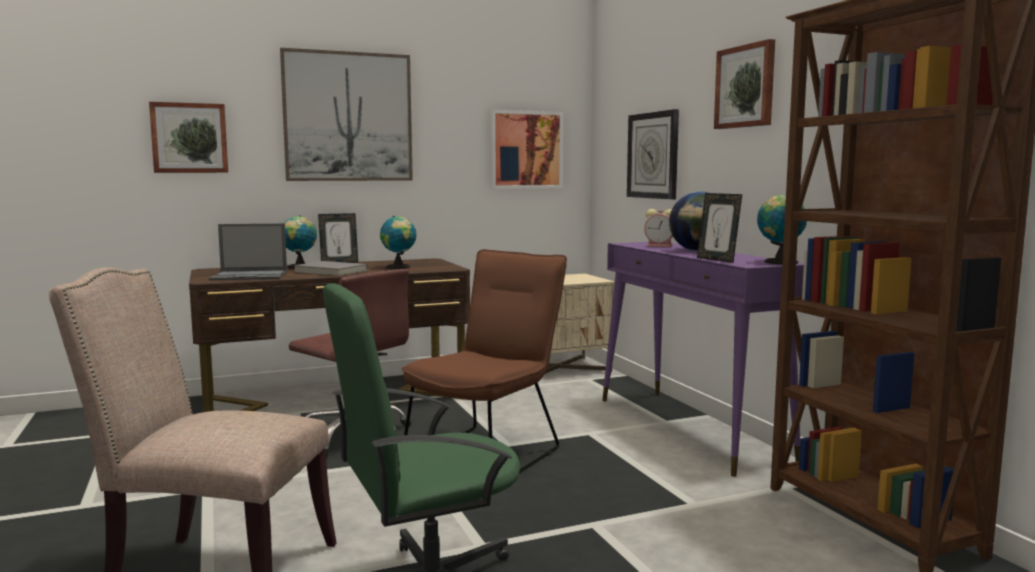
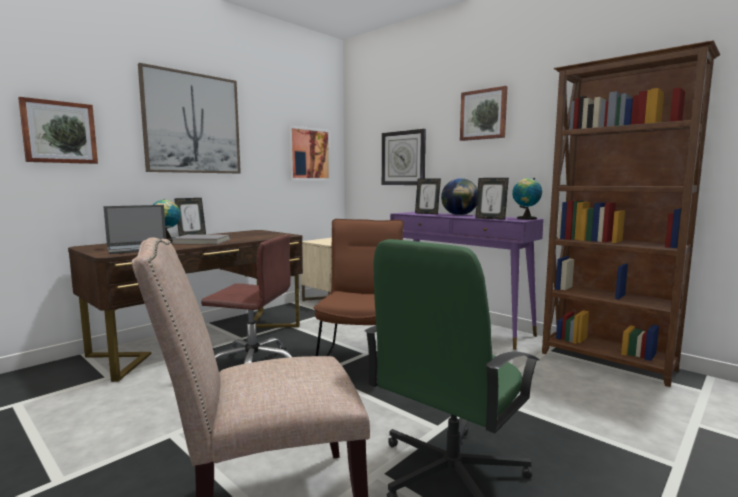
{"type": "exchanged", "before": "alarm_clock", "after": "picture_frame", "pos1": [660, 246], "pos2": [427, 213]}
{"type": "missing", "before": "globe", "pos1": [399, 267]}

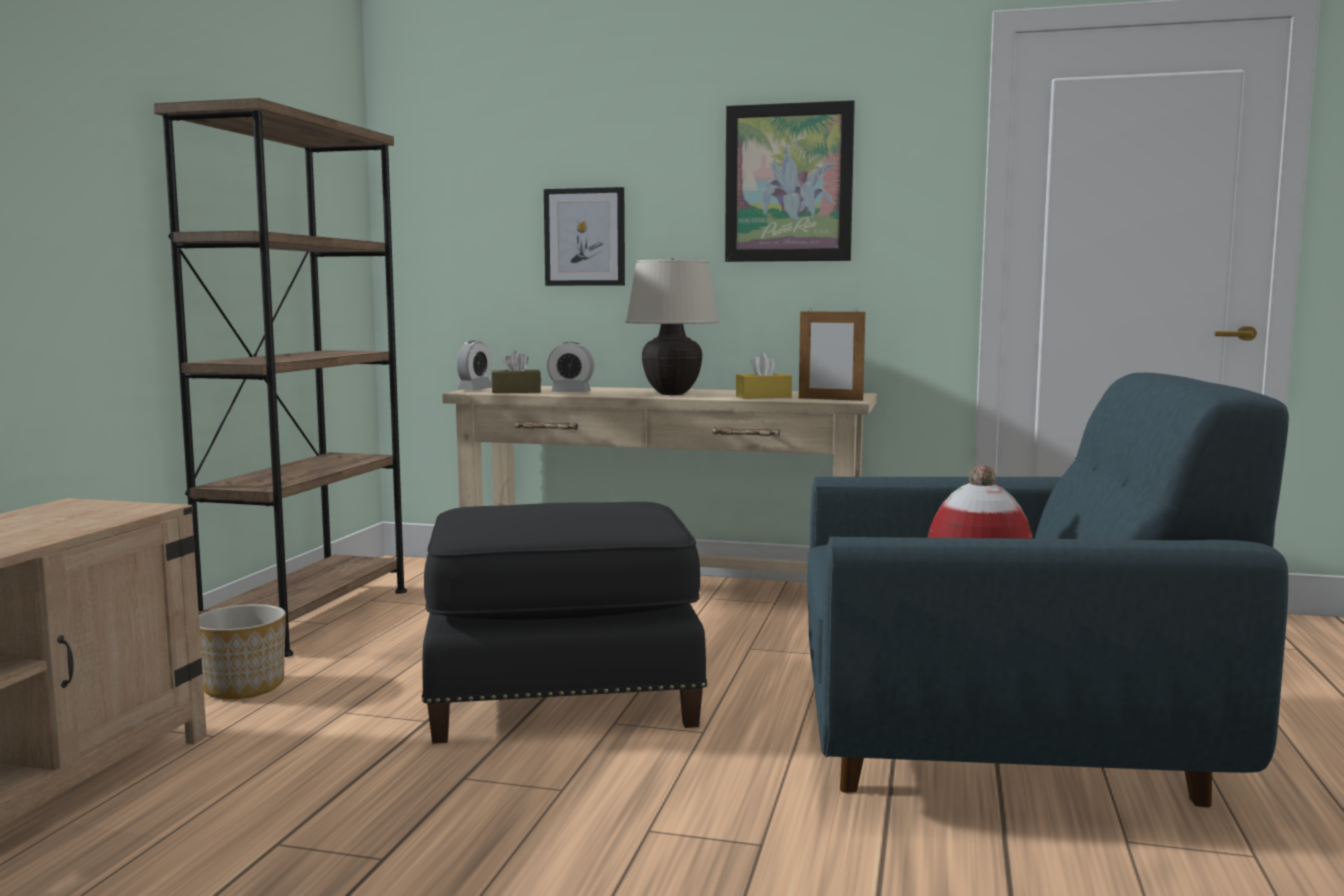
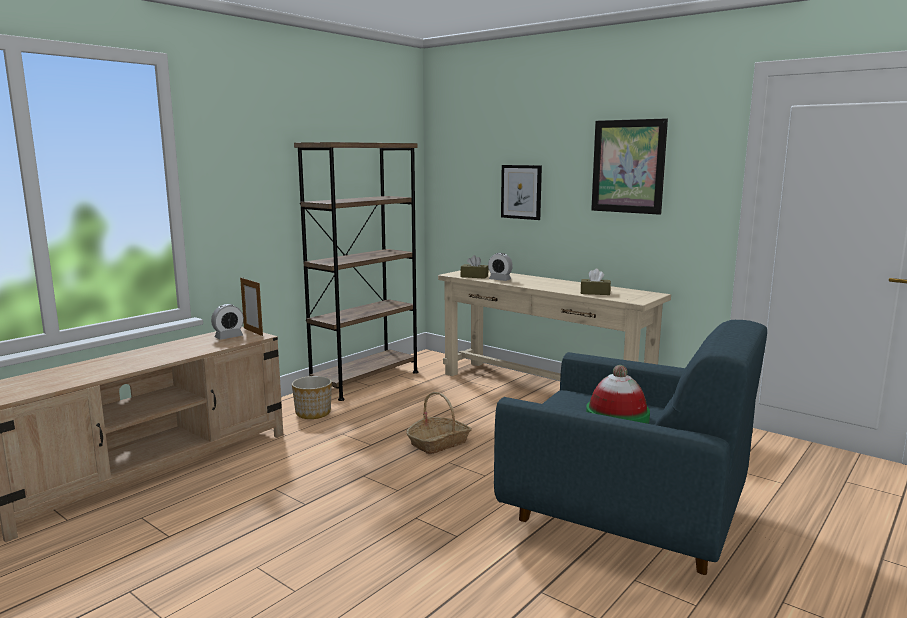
{"type": "relocated", "before": "alarm_clock", "pos1": [474, 390], "pos2": [229, 337]}
{"type": "relocated", "before": "picture_frame", "pos1": [830, 399], "pos2": [253, 332]}
{"type": "exchanged", "before": "black_ottoman", "after": "basket", "pos1": [562, 695], "pos2": [439, 443]}
{"type": "colour", "before": "yellow_tissue_box", "after": "brown_tissue_box", "pos1": [763, 397], "pos2": [595, 293]}
{"type": "missing", "before": "beige_table_lamp", "pos1": [672, 394]}

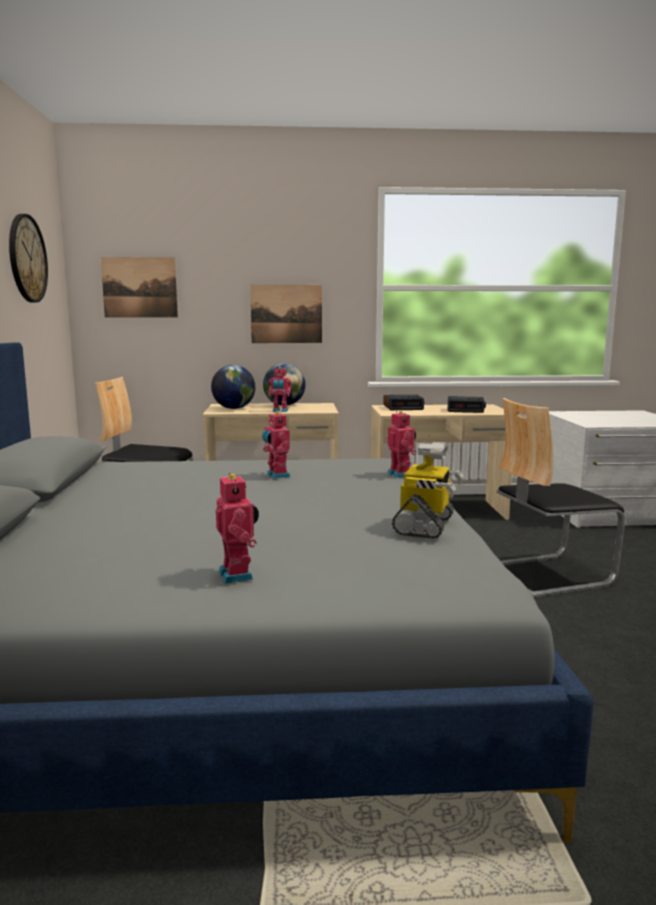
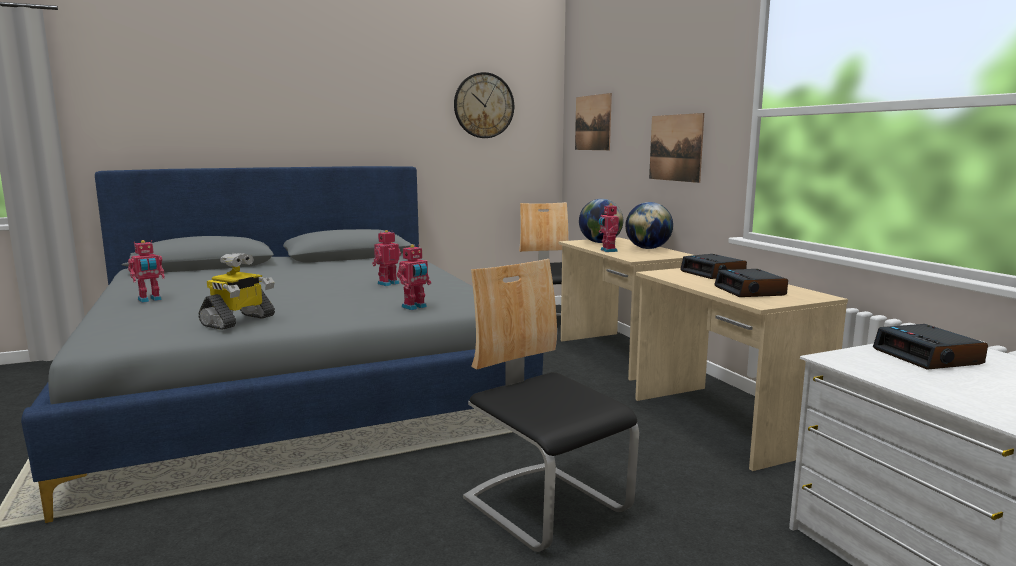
{"type": "spun", "before": "toy_robot", "pos1": [425, 525], "pos2": [239, 321], "turn": -60}
{"type": "appeared", "after": "alarm_clock", "pos2": [928, 357]}

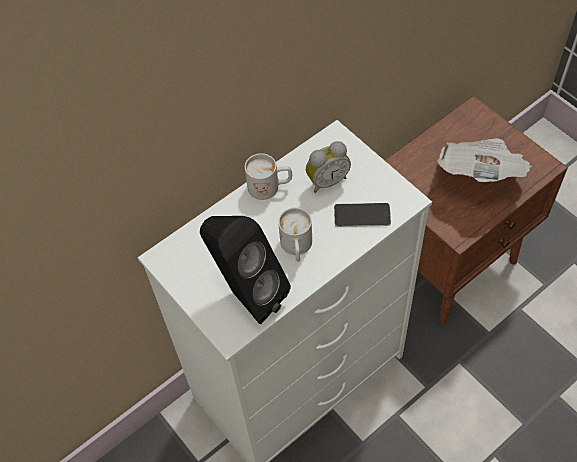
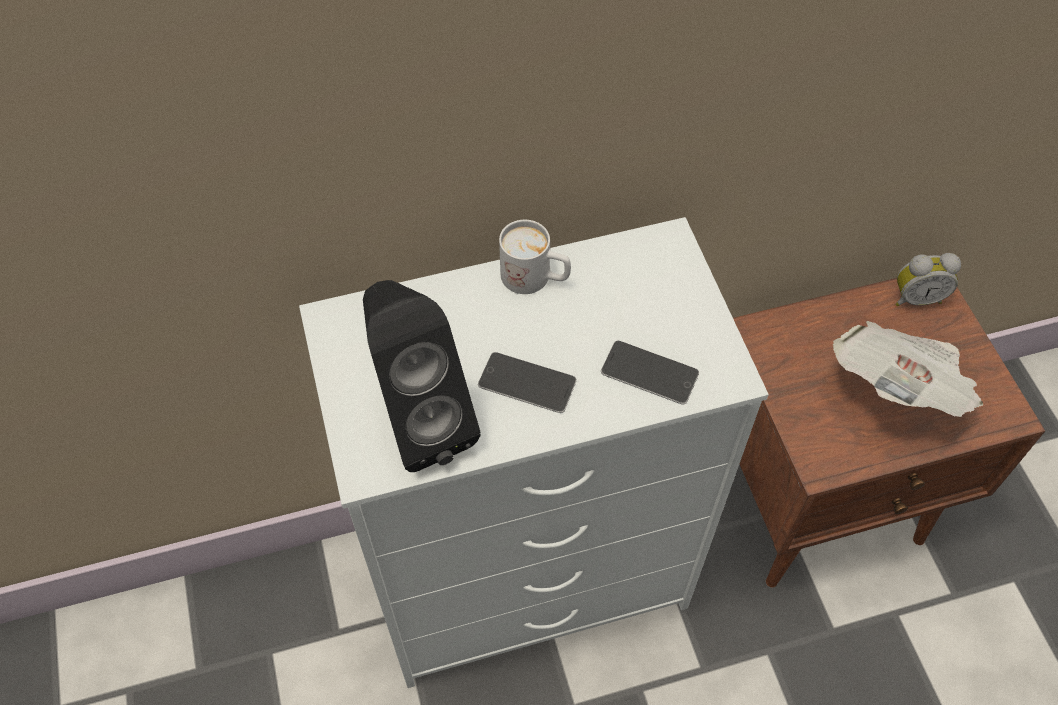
{"type": "exchanged", "before": "white_mug", "after": "phone", "pos1": [296, 248], "pos2": [527, 382]}
{"type": "relocated", "before": "alarm_clock", "pos1": [326, 180], "pos2": [916, 297]}

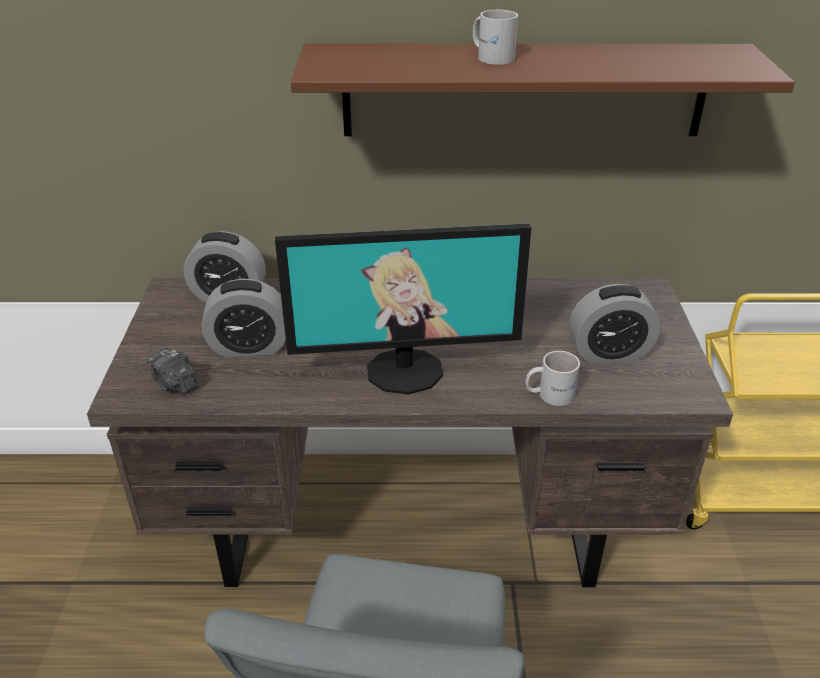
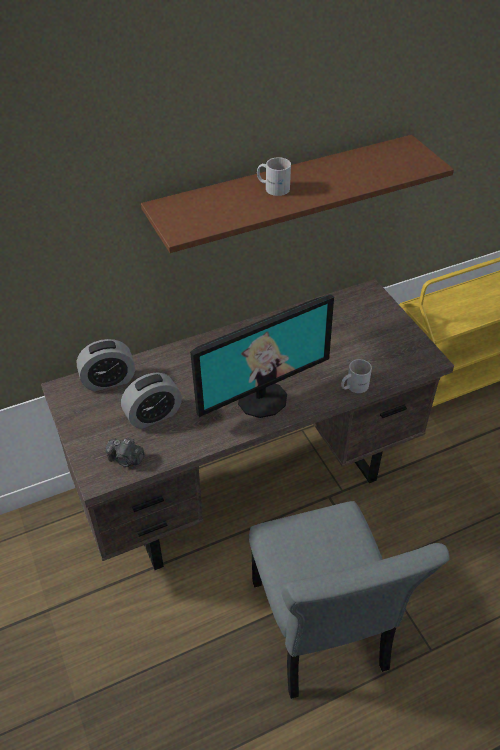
{"type": "missing", "before": "alarm_clock", "pos1": [609, 352]}

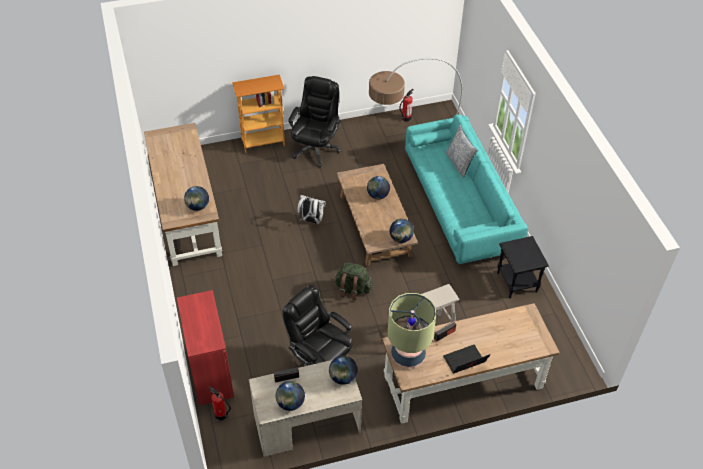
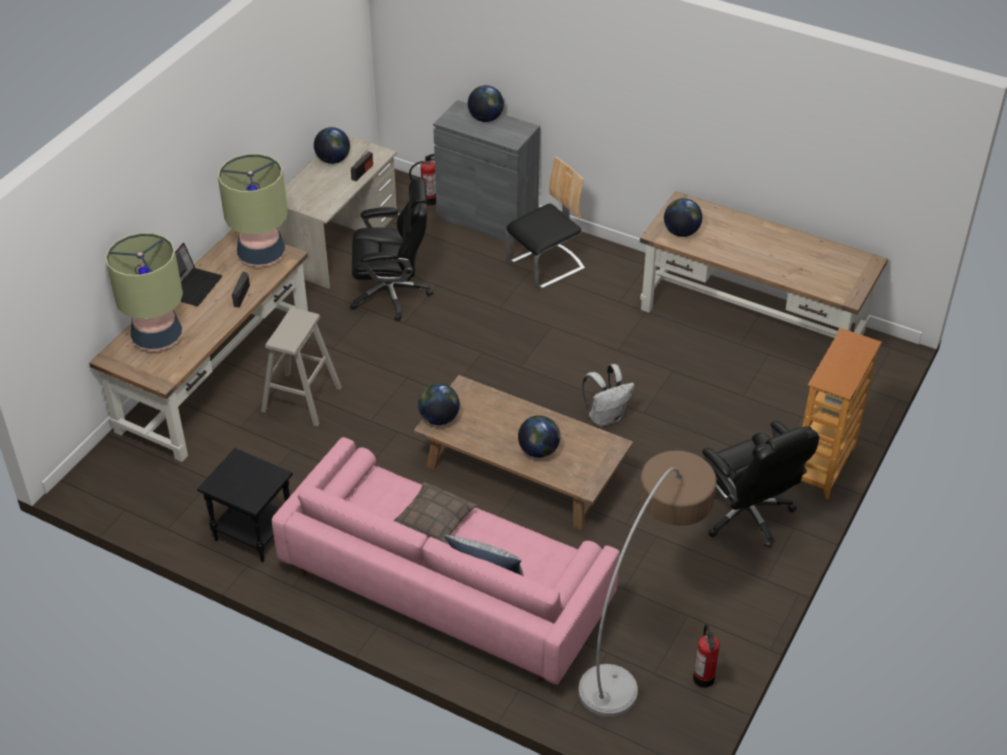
{"type": "appeared", "after": "table_lamp", "pos2": [158, 337]}
{"type": "colour", "before": "turquoise_sofa", "after": "pink_sofa", "pos1": [459, 204], "pos2": [446, 587]}
{"type": "appeared", "after": "pillow", "pos2": [434, 520]}
{"type": "colour", "before": "red_cabinet", "after": "grey_cabinet", "pos1": [210, 372], "pos2": [487, 219]}
{"type": "relocated", "before": "globe", "pos1": [342, 377], "pos2": [485, 118]}
{"type": "appeared", "after": "chair", "pos2": [546, 266]}
{"type": "missing", "before": "green_backpack", "pos1": [352, 289]}

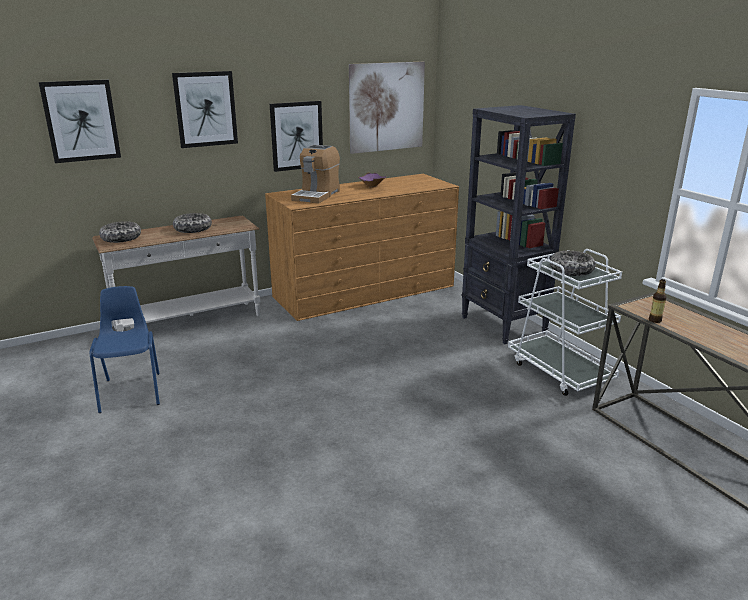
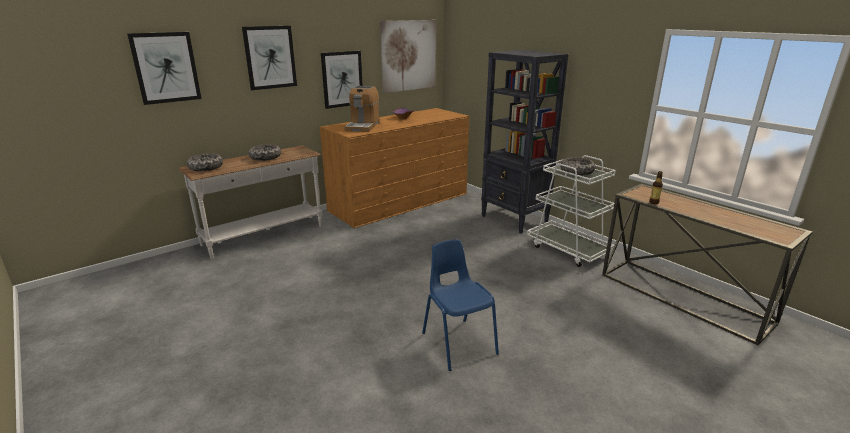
{"type": "relocated", "before": "blue_chair", "pos1": [132, 392], "pos2": [458, 343]}

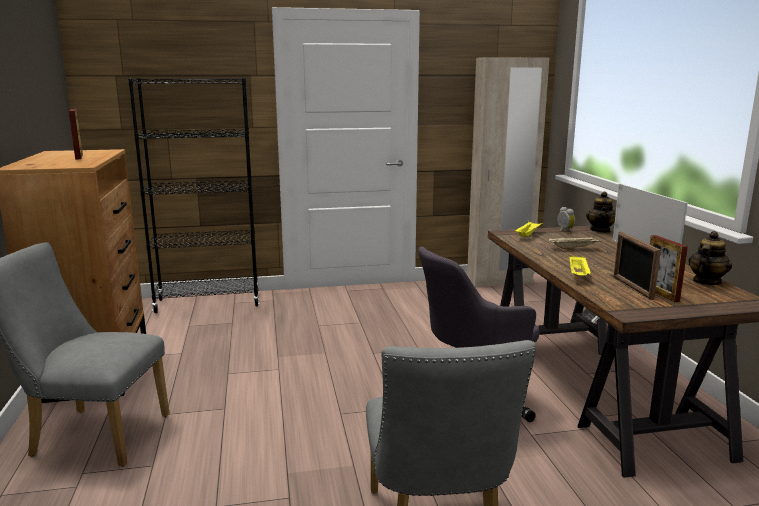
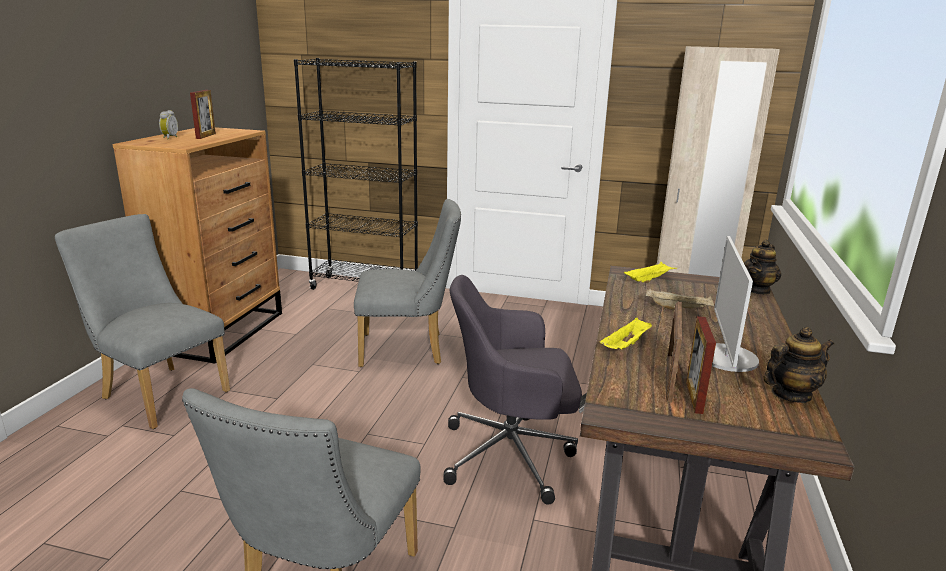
{"type": "relocated", "before": "alarm_clock", "pos1": [564, 231], "pos2": [169, 138]}
{"type": "appeared", "after": "grey_chair", "pos2": [408, 349]}

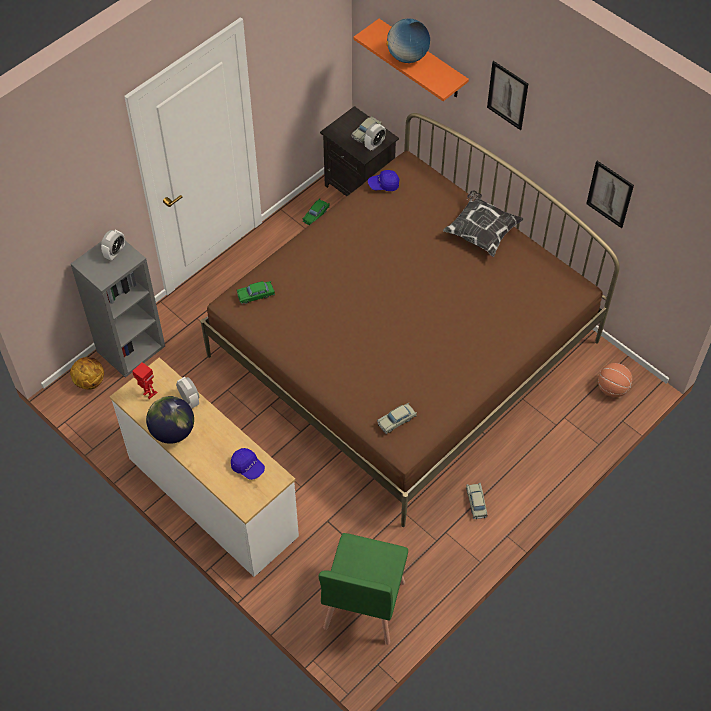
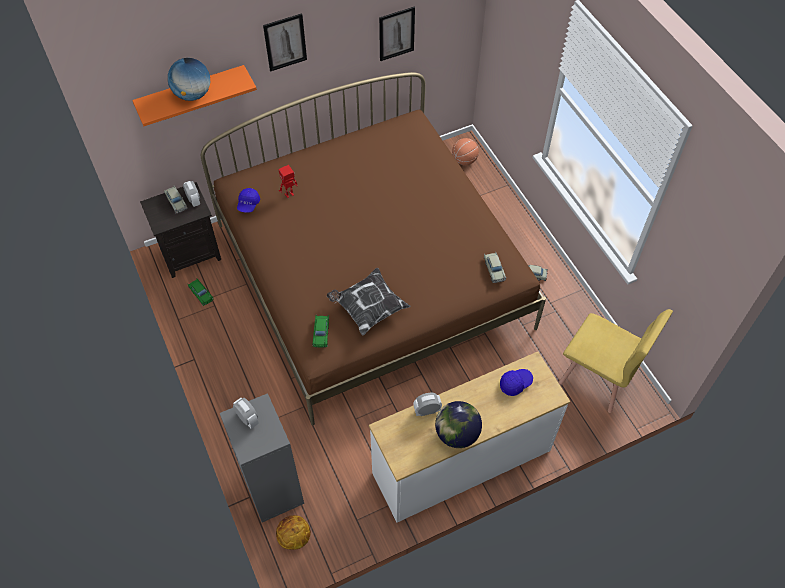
{"type": "relocated", "before": "toy_robot", "pos1": [148, 394], "pos2": [289, 195]}
{"type": "relocated", "before": "pillow", "pos1": [481, 232], "pos2": [368, 308]}
{"type": "colour", "before": "green_chair", "after": "yellow_chair", "pos1": [363, 605], "pos2": [597, 378]}

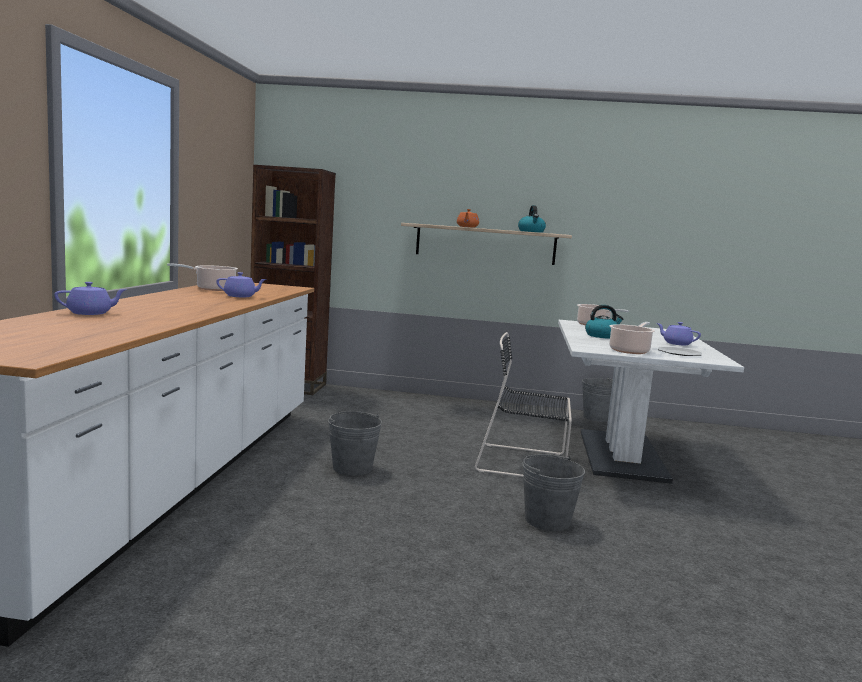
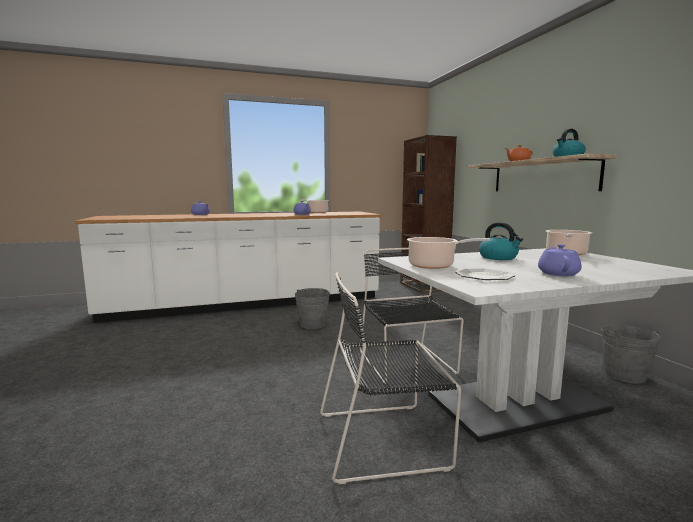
{"type": "appeared", "after": "black_chair", "pos2": [385, 439]}
{"type": "missing", "before": "grey_bucket", "pos1": [547, 520]}

